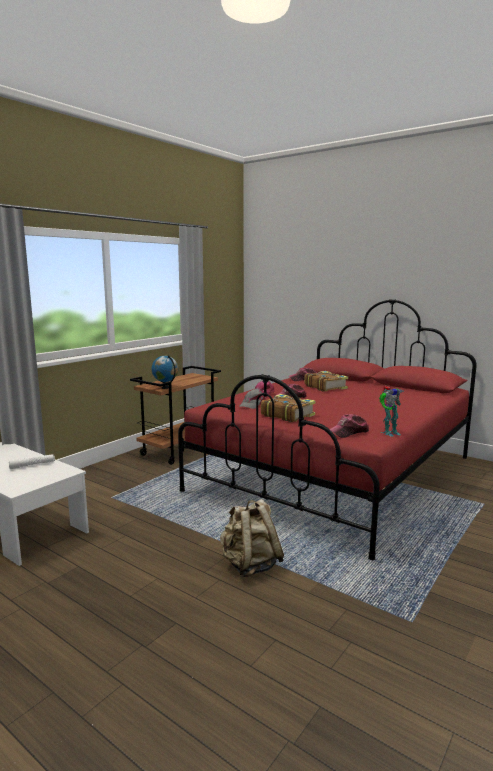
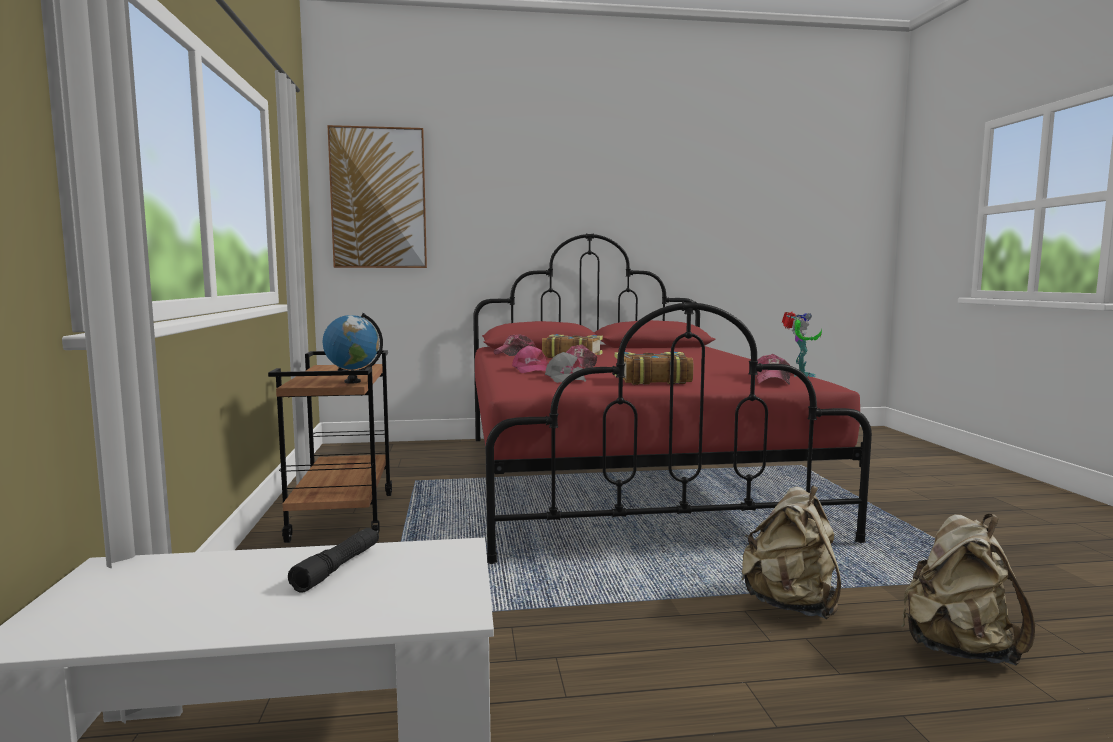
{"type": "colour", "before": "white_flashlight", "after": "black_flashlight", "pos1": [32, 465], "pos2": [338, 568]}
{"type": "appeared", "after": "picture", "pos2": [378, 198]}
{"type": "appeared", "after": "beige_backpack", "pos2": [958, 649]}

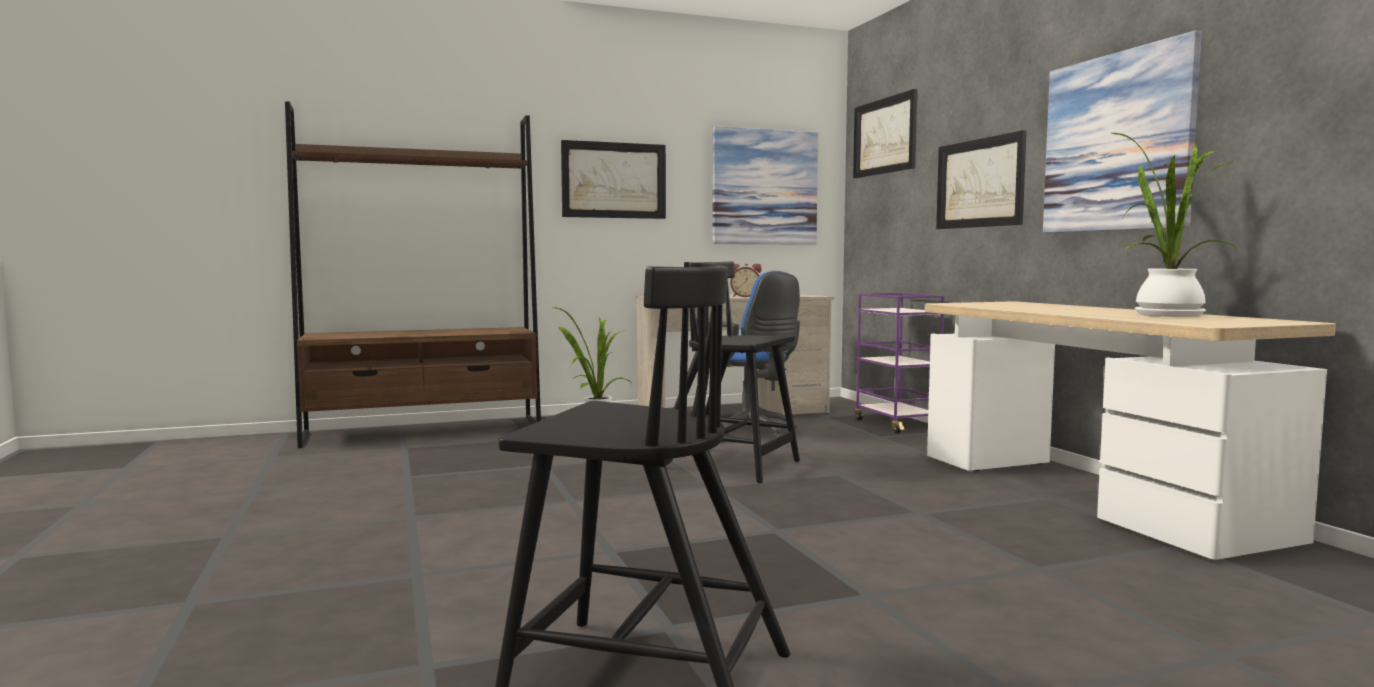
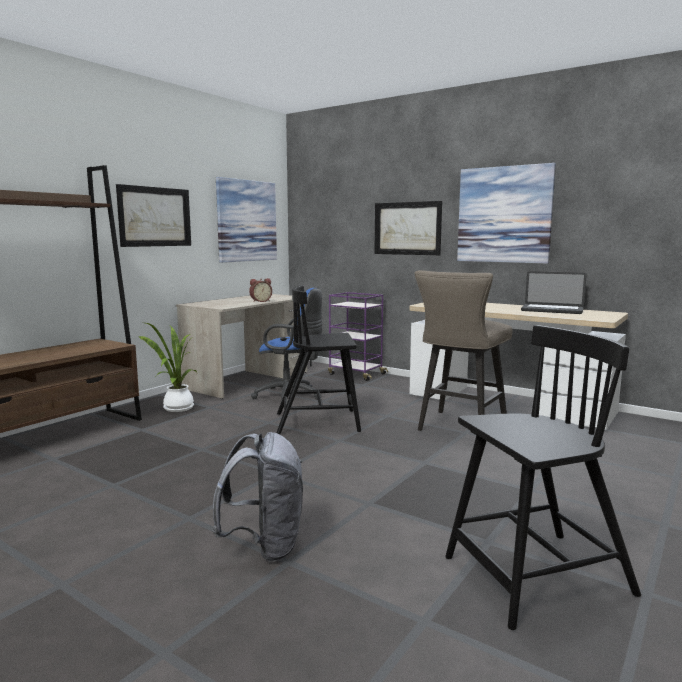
{"type": "appeared", "after": "grey_backpack", "pos2": [265, 546]}
{"type": "appeared", "after": "beige_stool", "pos2": [459, 428]}
{"type": "exchanged", "before": "potted_plant", "after": "laptop", "pos1": [1163, 315], "pos2": [552, 310]}
{"type": "missing", "before": "picture", "pos1": [885, 136]}

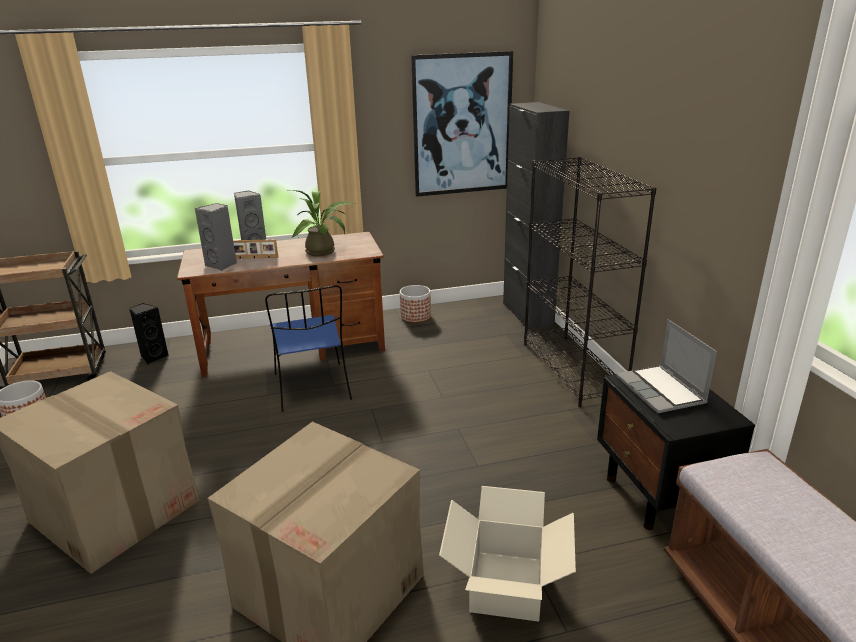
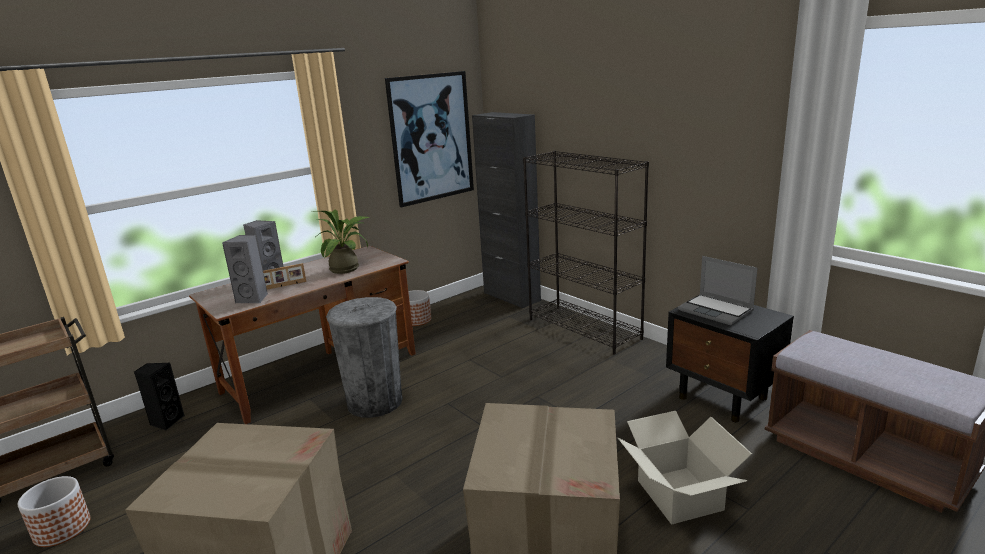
{"type": "exchanged", "before": "blue_chair", "after": "grey_trash_can", "pos1": [312, 388], "pos2": [375, 402]}

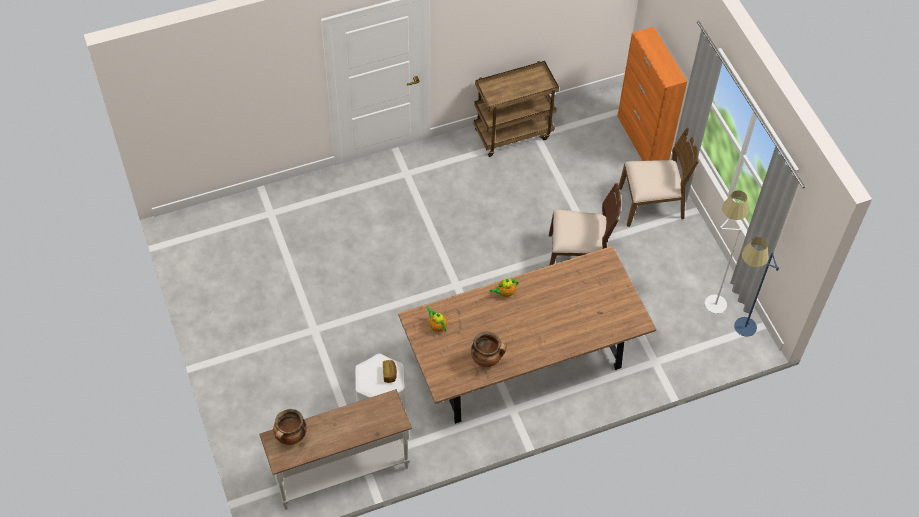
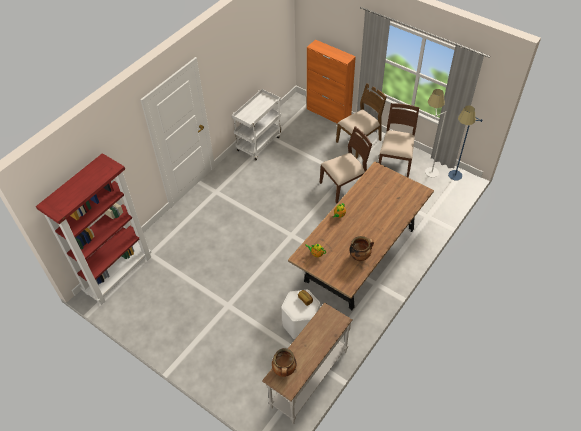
{"type": "appeared", "after": "red_bookcase", "pos2": [119, 274]}
{"type": "colour", "before": "brown_cart", "after": "white_cart", "pos1": [513, 133], "pos2": [259, 142]}
{"type": "appeared", "after": "brown_chair", "pos2": [395, 161]}

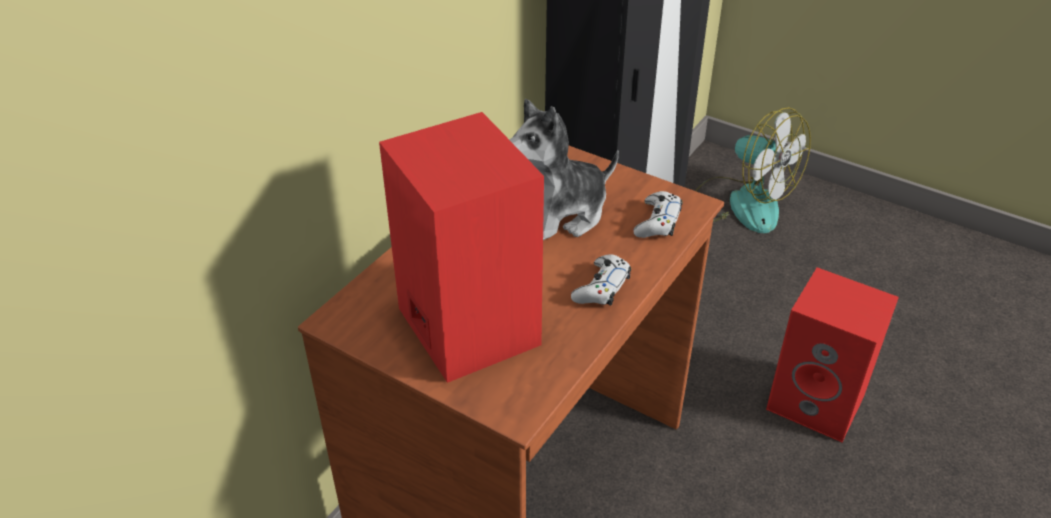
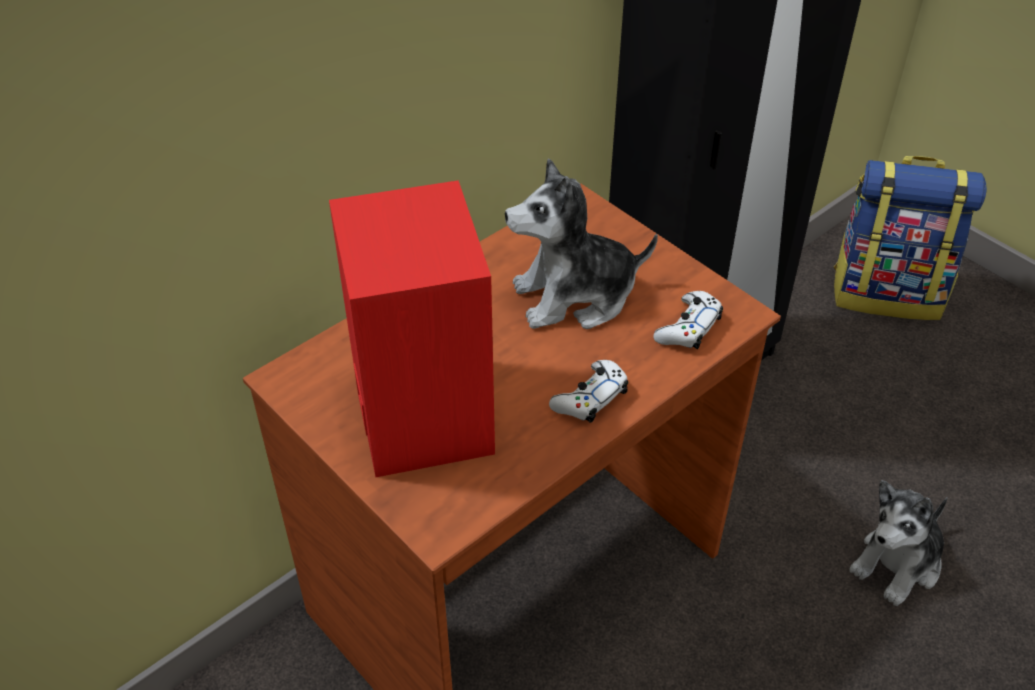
{"type": "exchanged", "before": "fan", "after": "backpack", "pos1": [741, 203], "pos2": [887, 293]}
{"type": "exchanged", "before": "red_speaker", "after": "plush_toy", "pos1": [818, 402], "pos2": [898, 563]}

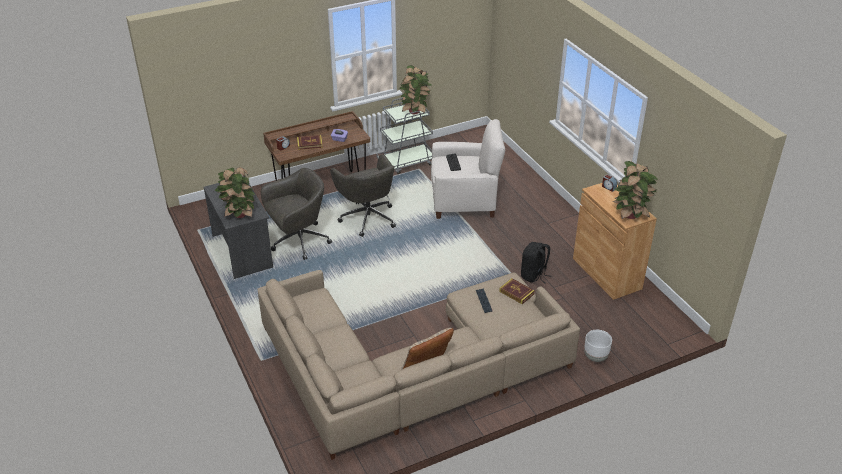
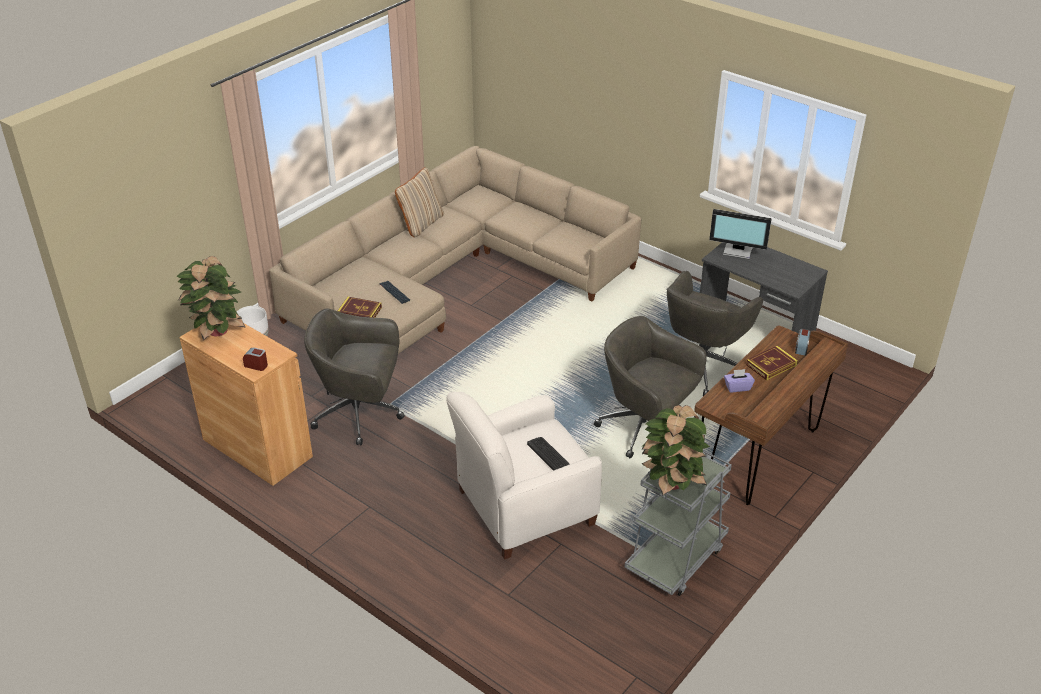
{"type": "exchanged", "before": "black_backpack", "after": "grey_office_chair", "pos1": [534, 275], "pos2": [360, 414]}
{"type": "exchanged", "before": "potted_plant", "after": "monitor", "pos1": [239, 215], "pos2": [738, 250]}

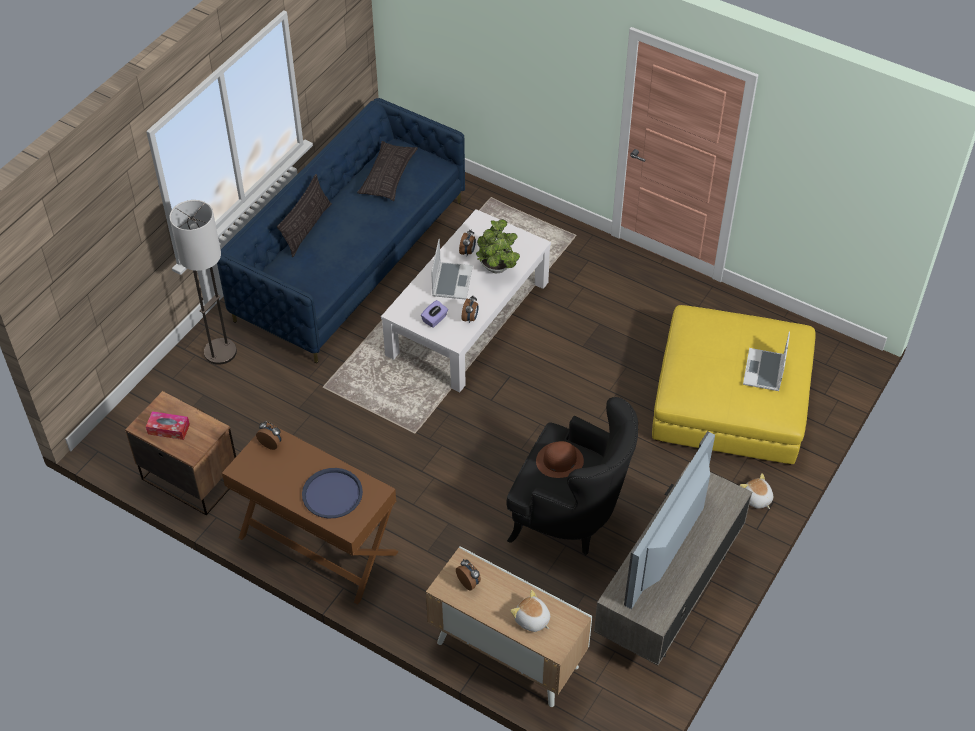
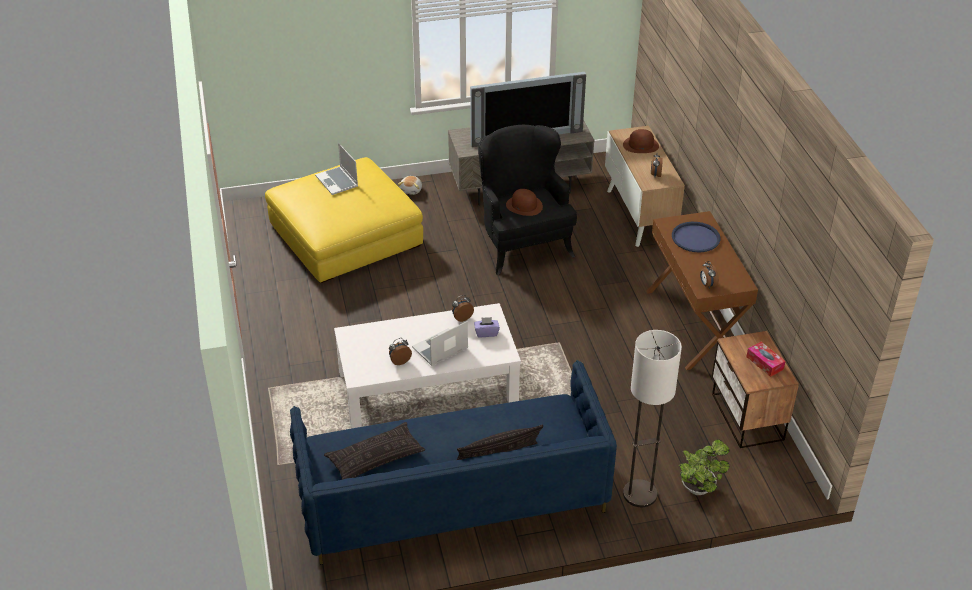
{"type": "spun", "before": "laptop", "pos1": [764, 371], "pos2": [337, 182], "turn": 90}
{"type": "exchanged", "before": "plush_toy", "after": "brown_hat", "pos1": [532, 620], "pos2": [641, 145]}
{"type": "relocated", "before": "potted_plant", "pos1": [496, 269], "pos2": [699, 487]}

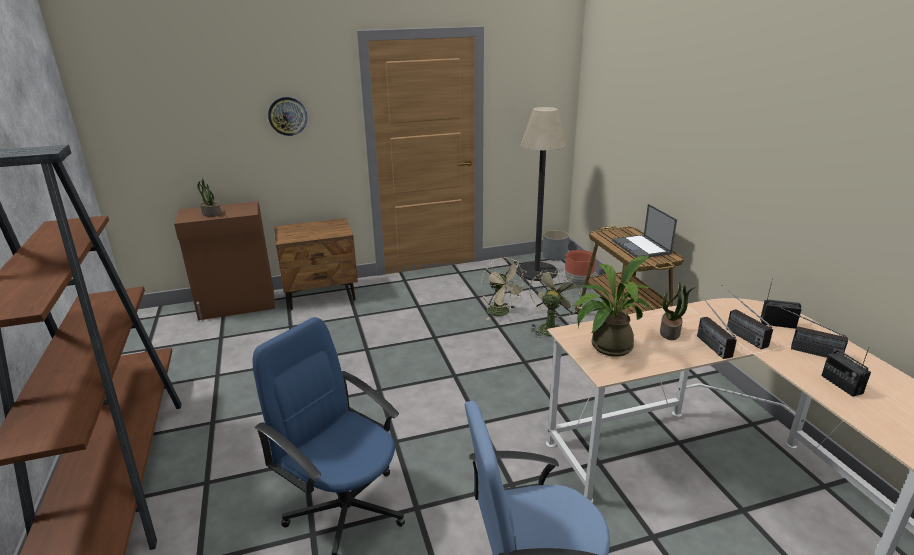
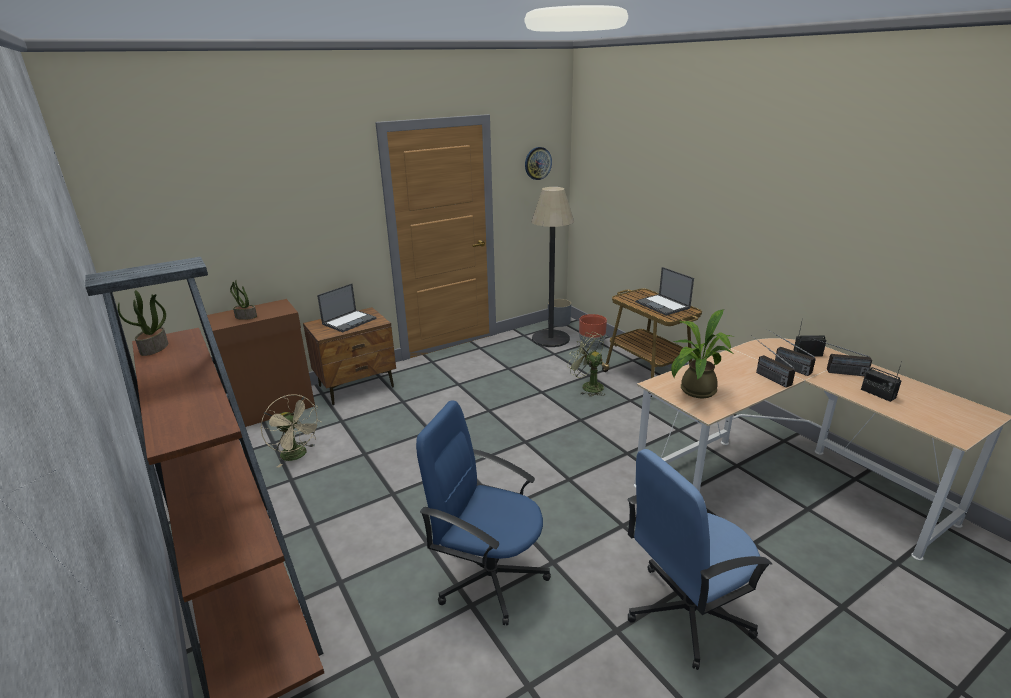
{"type": "relocated", "before": "potted_plant", "pos1": [670, 332], "pos2": [154, 348]}
{"type": "relocated", "before": "beige_fan", "pos1": [502, 313], "pos2": [297, 455]}
{"type": "appeared", "after": "laptop", "pos2": [349, 321]}
{"type": "relocated", "before": "wall_clock", "pos1": [287, 116], "pos2": [537, 163]}
{"type": "spun", "before": "green_fan", "pos1": [550, 327], "pos2": [587, 386], "turn": -60}

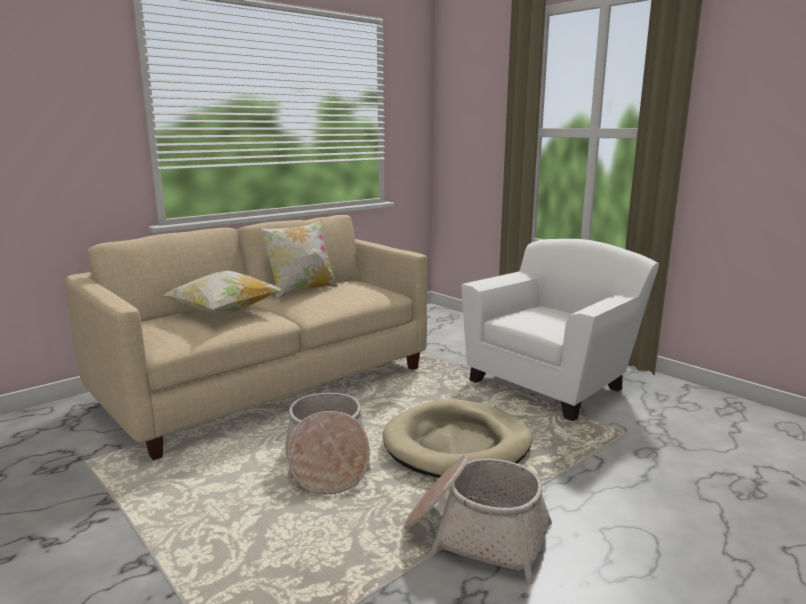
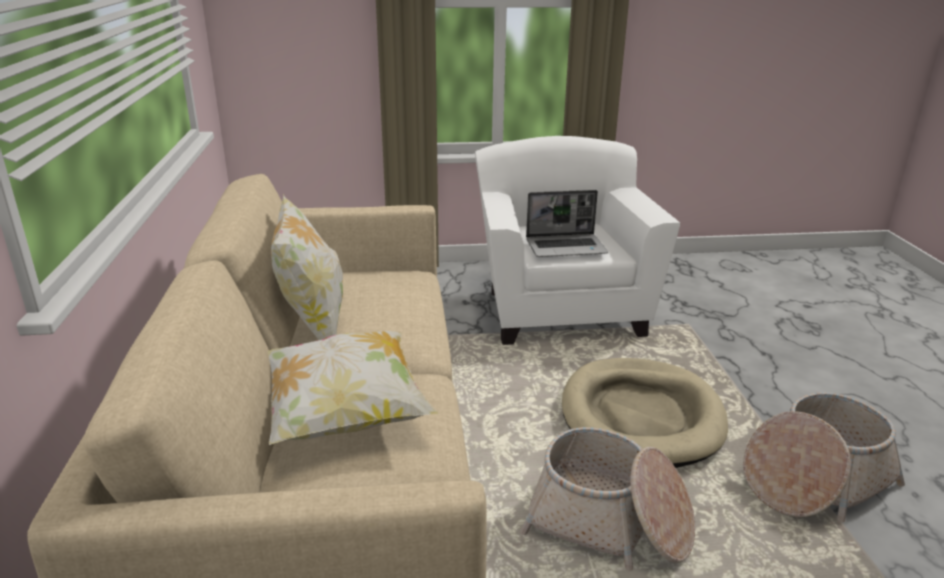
{"type": "appeared", "after": "laptop", "pos2": [566, 247]}

